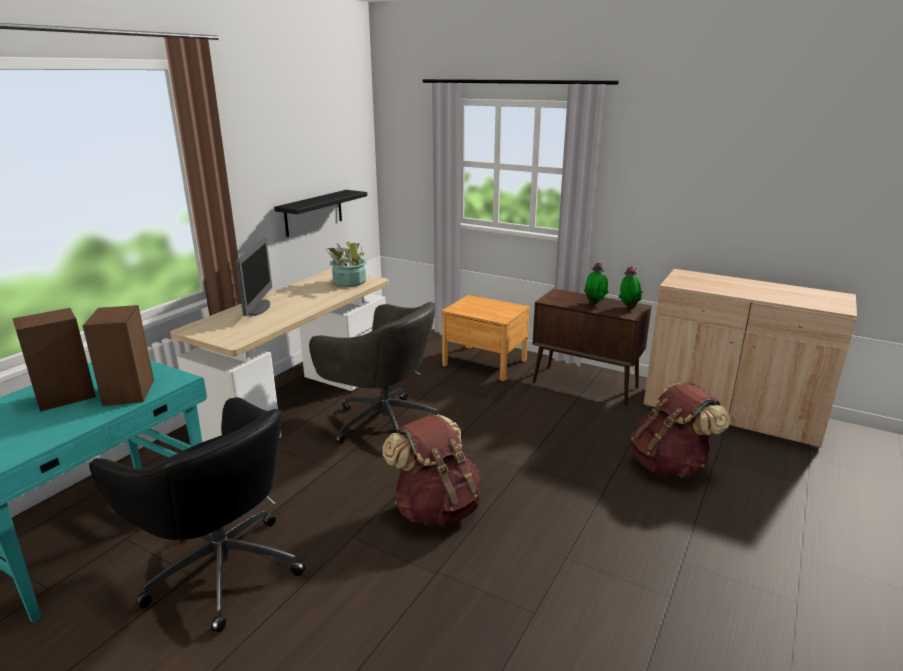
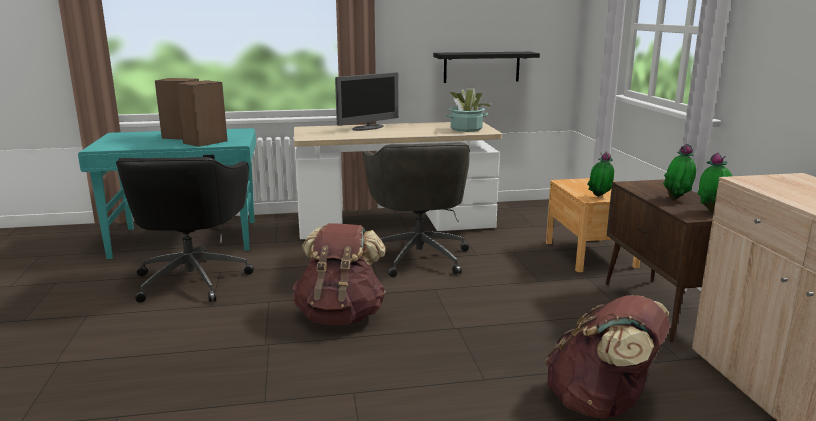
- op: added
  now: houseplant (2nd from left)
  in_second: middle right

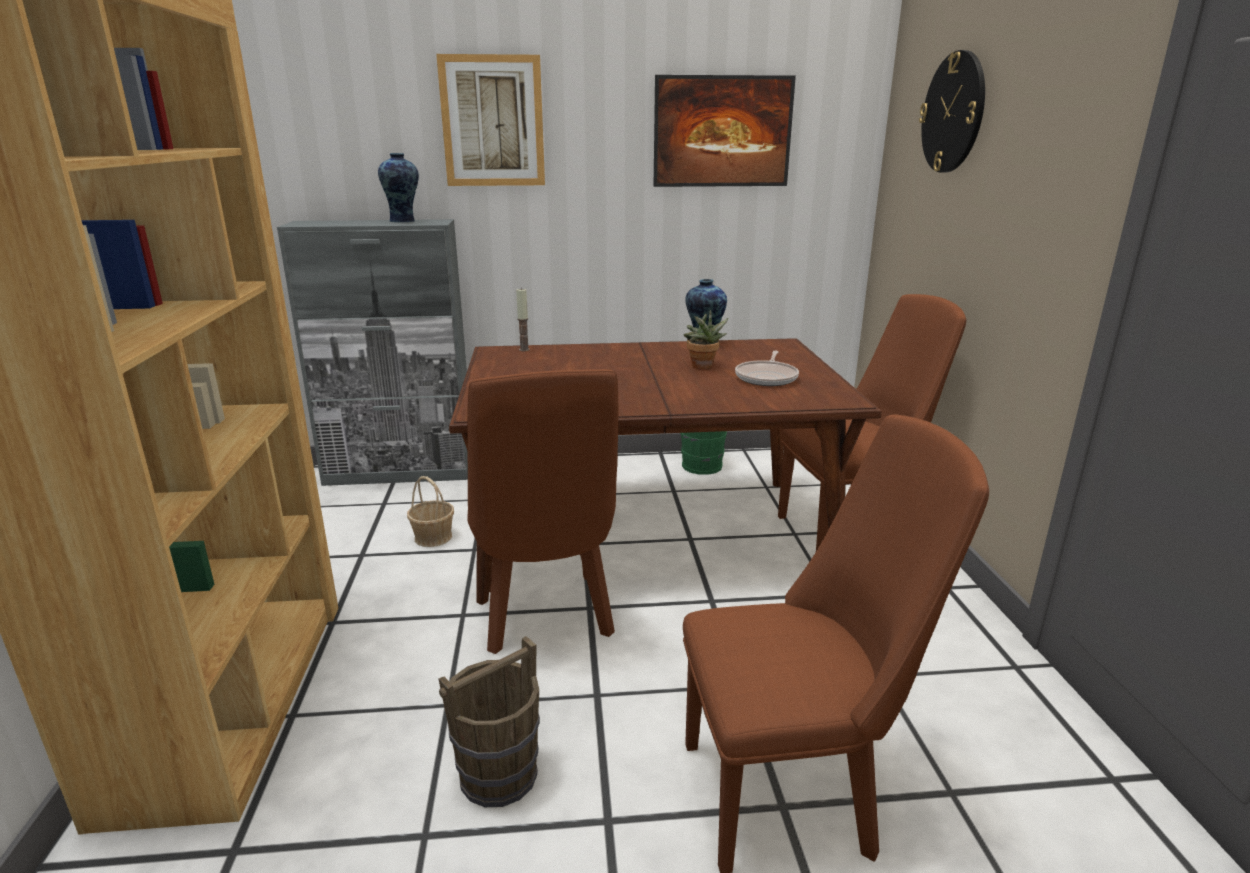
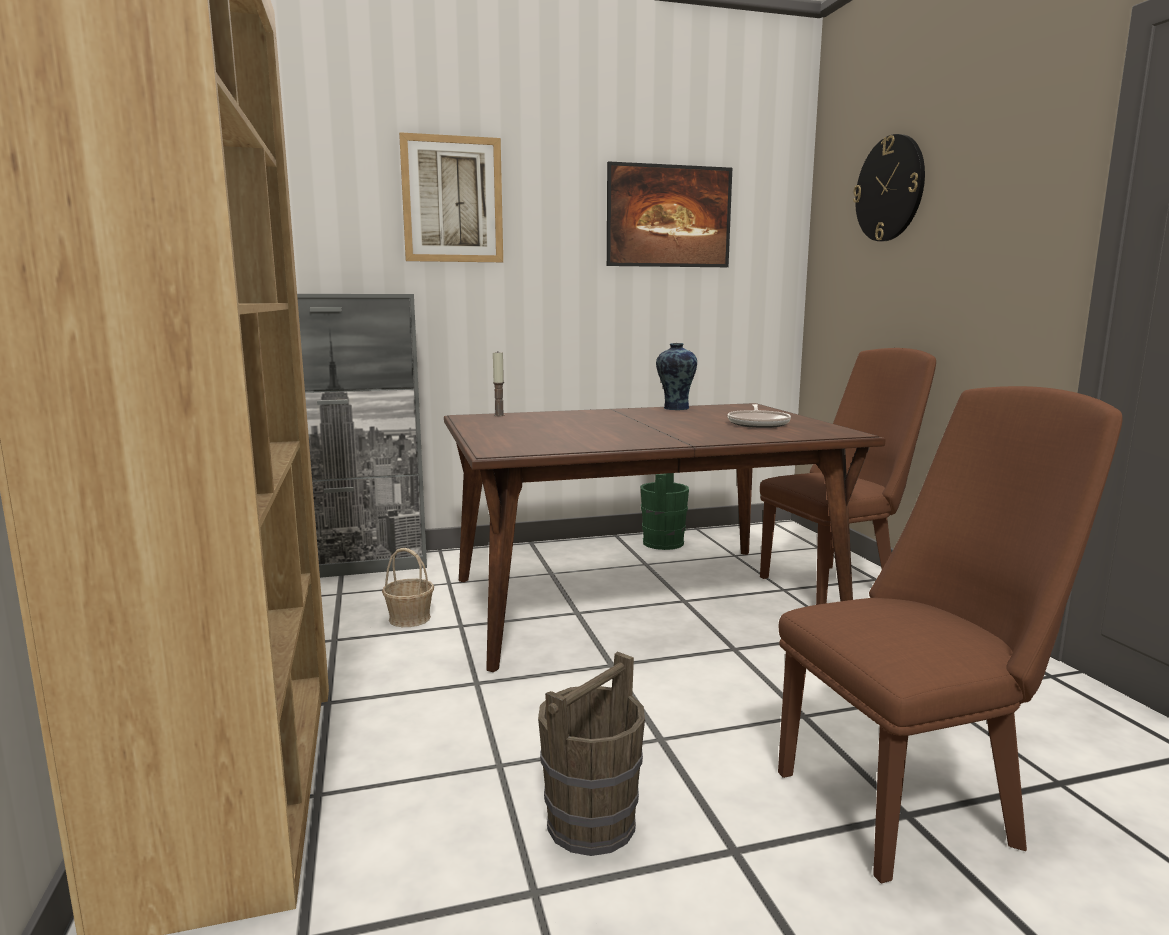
- op: removed
  was: decorative vase (1st from left)
  in_first: top left
- op: removed
  was: brown-coloured chair (1st from left)
  in_first: centre
- op: removed
  was: houseplant
  in_first: centre

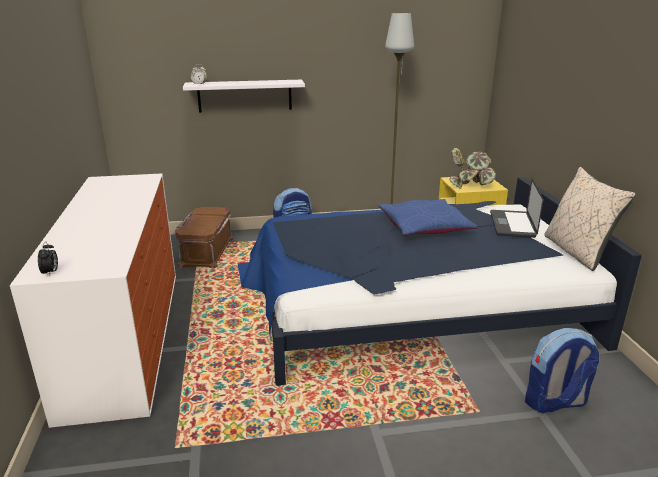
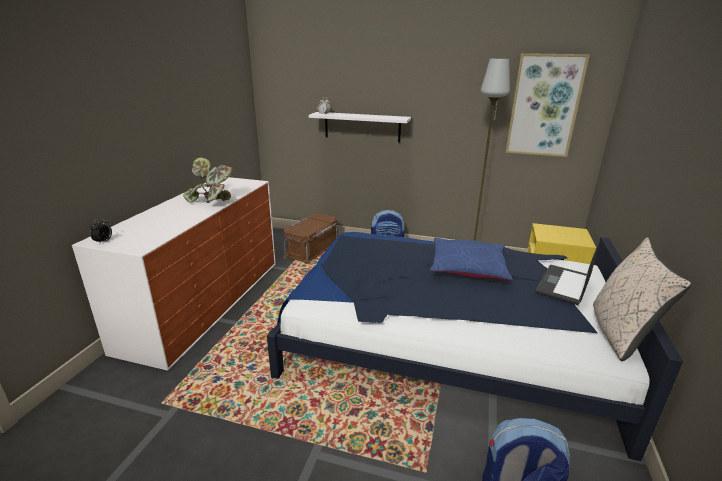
- op: added
  now: wall picture
  in_second: top right
- op: moved
  was: houseplant
  in_first: middle right
  in_second: middle left

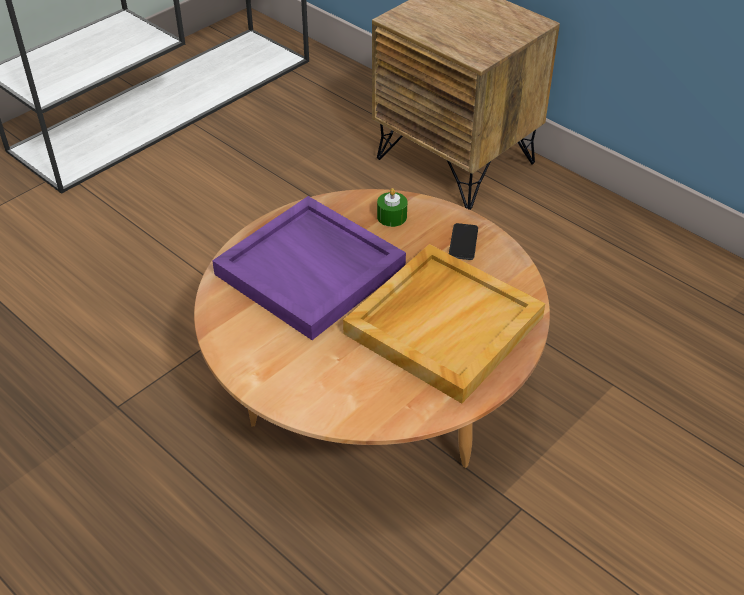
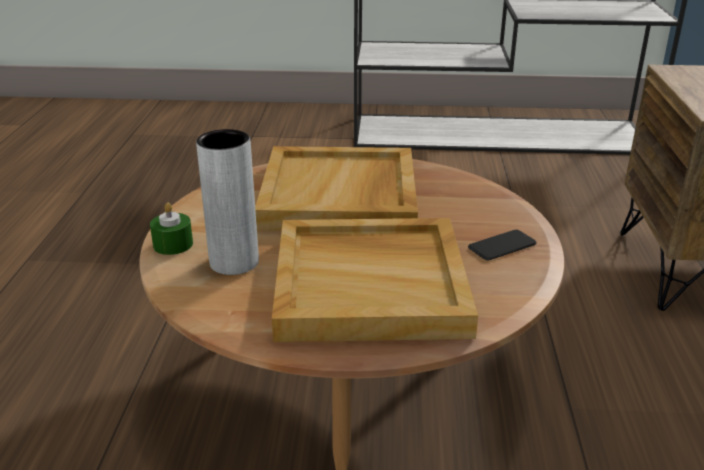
- op: added
  now: gray decorative vase
  in_second: middle left
- op: moved
  was: greenish wax light
  in_first: centre
  in_second: middle left
- op: recoloured
  was: purple carrying tray
  now: beige carrying tray (1st from left)
  in_first: centre
  in_second: centre

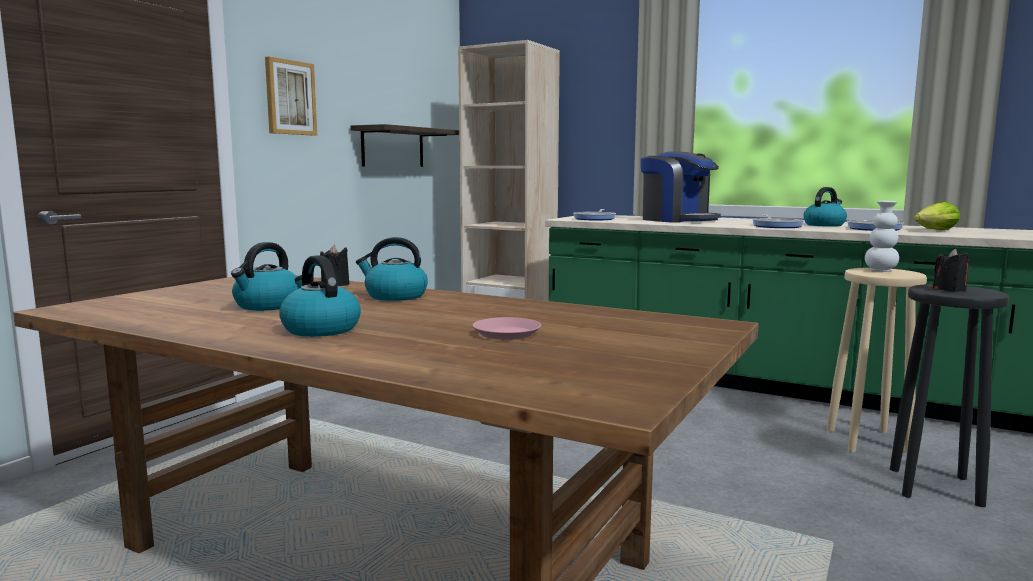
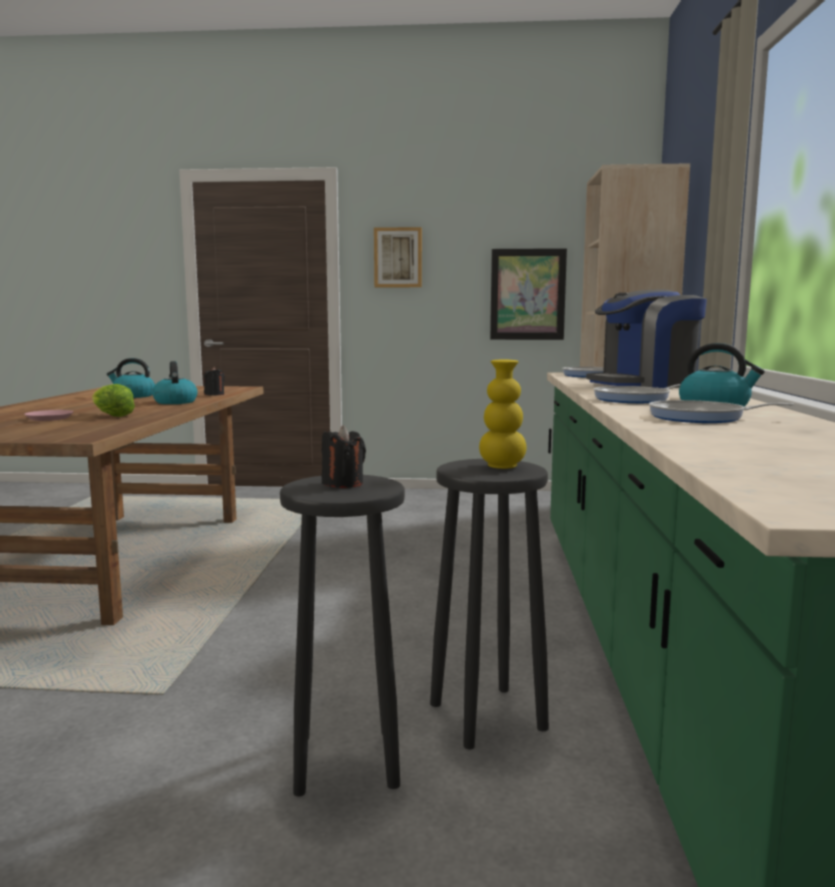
- op: removed
  was: kettle (2nd from left)
  in_first: middle left
- op: moved
  was: lettuce
  in_first: middle right
  in_second: middle left
- op: replaced
  was: wall shelf
  now: wall picture (2nd from left)
  in_first: top centre
  in_second: top centre
- op: recoloured
  was: beige sitting stool
  now: black sitting stool (2nd from left)
  in_first: middle right
  in_second: bottom centre
- op: recoloured
  was: white decorative vase
  now: yellowish decorative vase
  in_first: middle right
  in_second: centre
- op: turned
  was: coffee brewer
  in_first: top centre
  in_second: middle right
  clockwise: 45

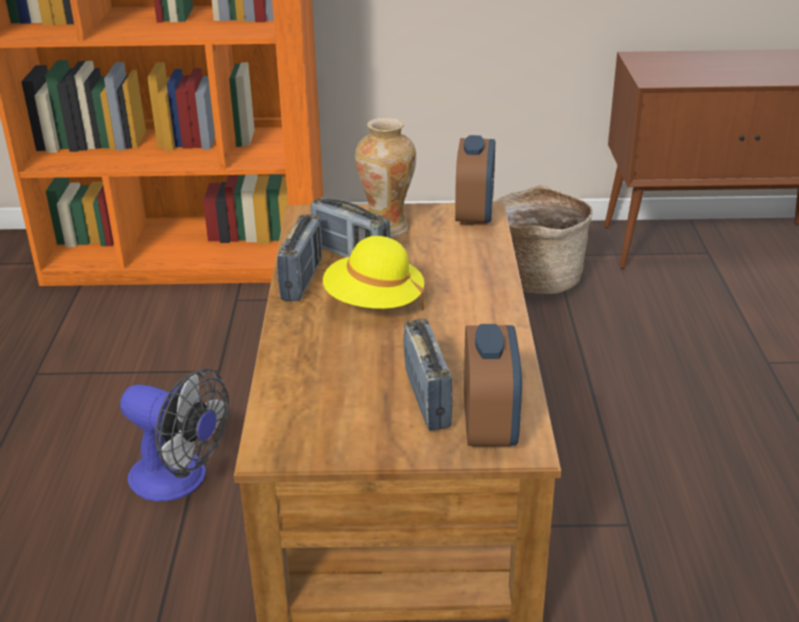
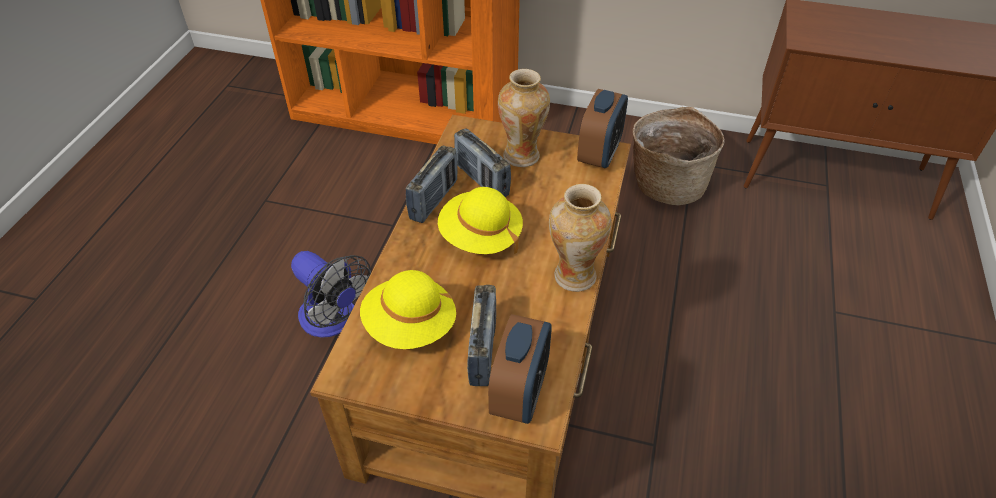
- op: added
  now: yellowish hat (1st from left)
  in_second: centre
- op: added
  now: decorative vase (2nd from left)
  in_second: centre

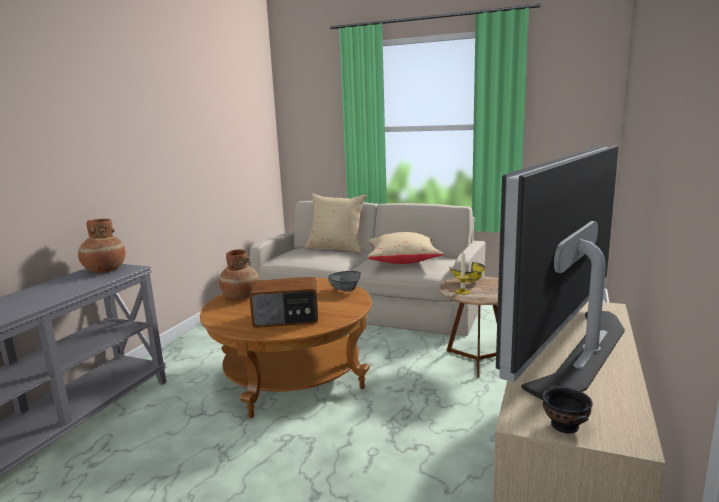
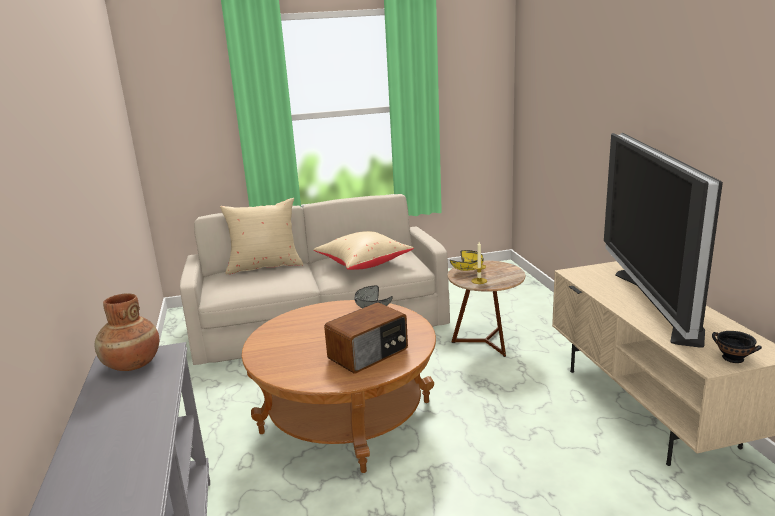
- op: removed
  was: brown-coloured decorative vase (2nd from left)
  in_first: middle left

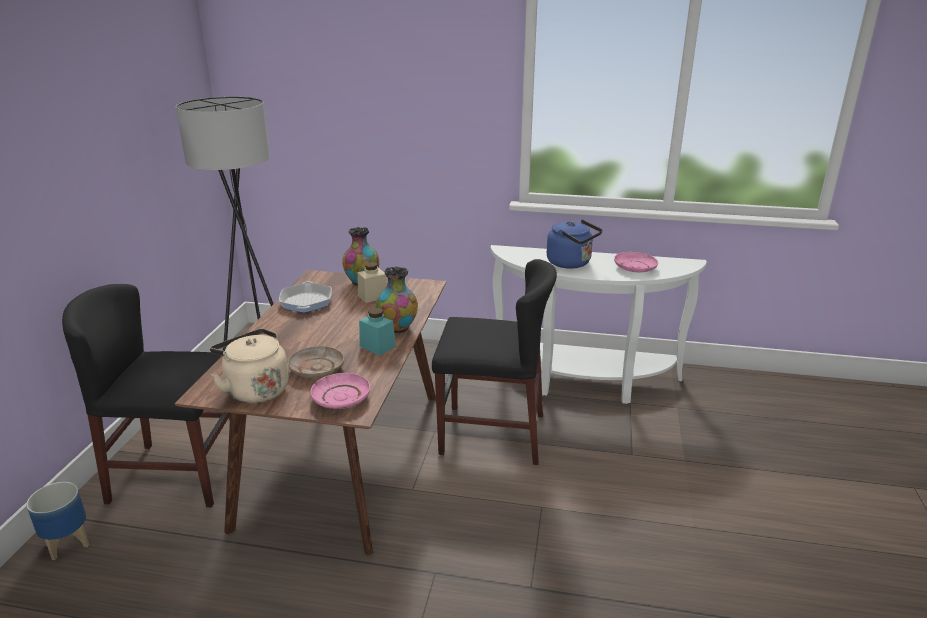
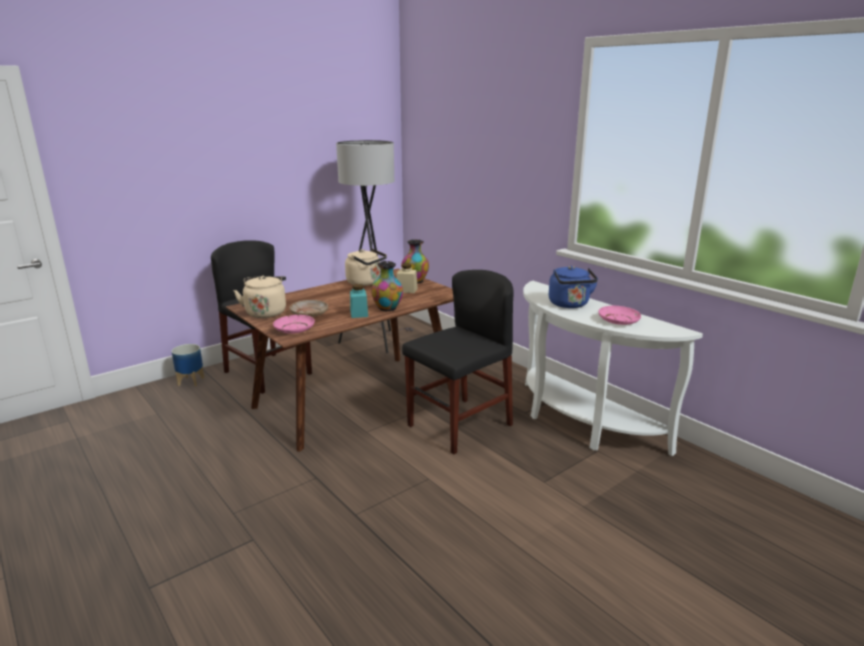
- op: replaced
  was: pan
  now: beige kettle (2nd from left)
  in_first: middle left
  in_second: centre
- op: turned
  was: black chair (2nd from left)
  in_first: centre
  in_second: centre
  clockwise: -90

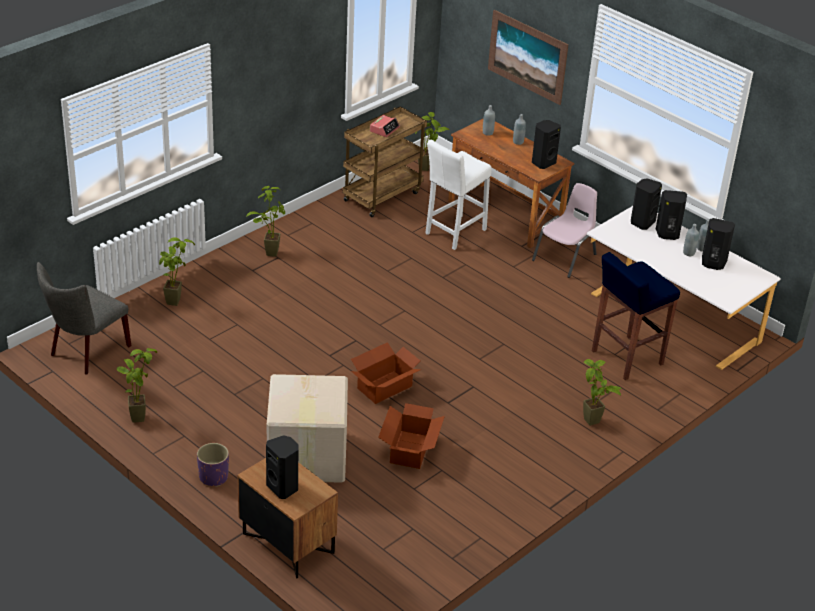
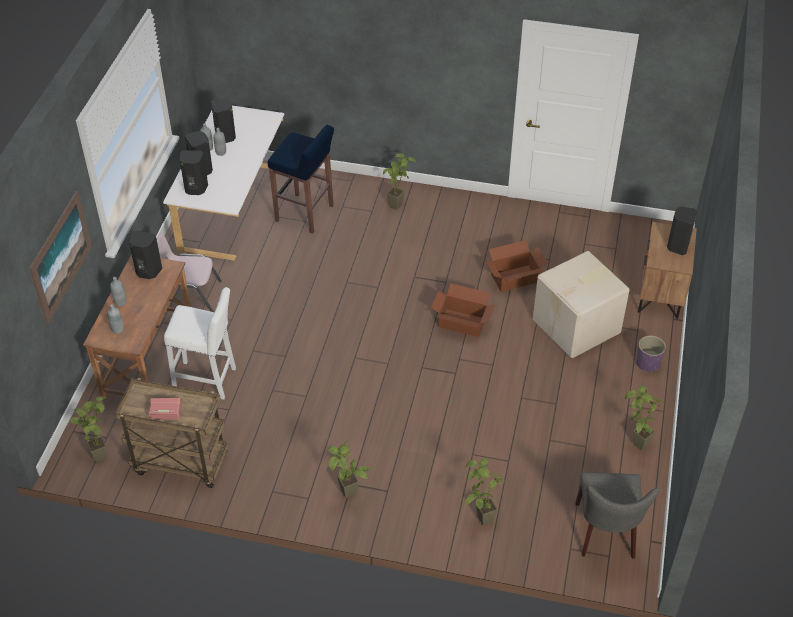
- op: turned
  was: gray chair
  in_first: middle left
  in_second: bottom right
  clockwise: 90

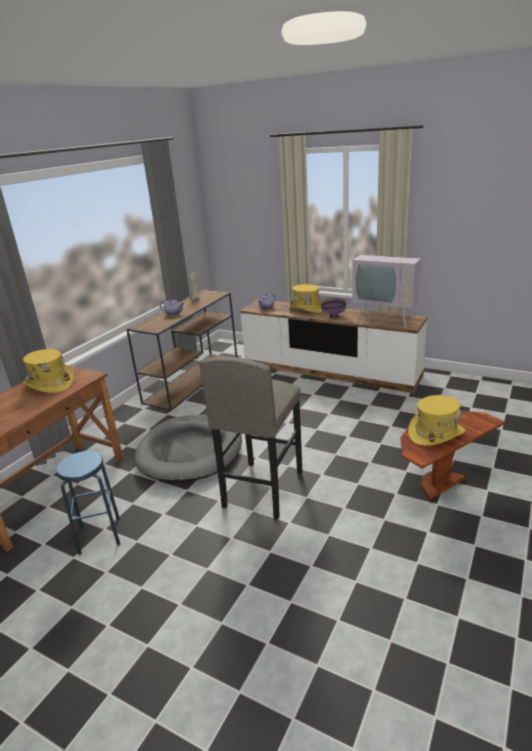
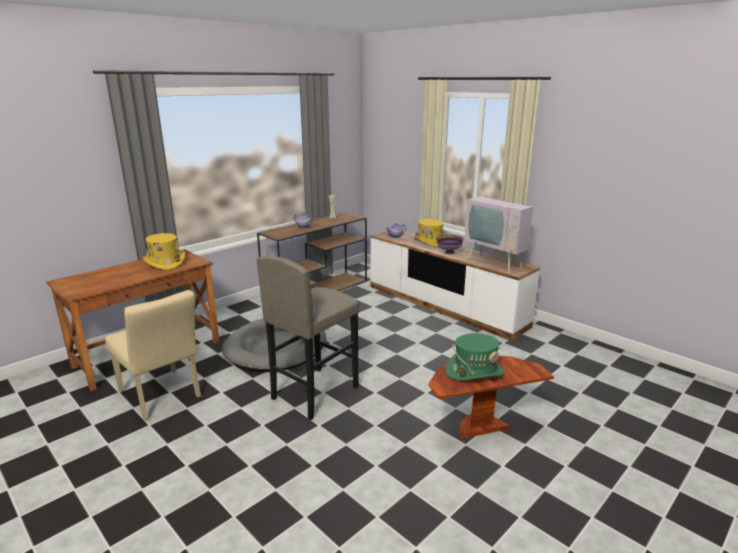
- op: replaced
  was: blue sitting stool
  now: beige chair
  in_first: bottom left
  in_second: middle left
- op: recoloured
  was: yellowish hat (3rd from left)
  now: greenish hat
  in_first: middle right
  in_second: centre

